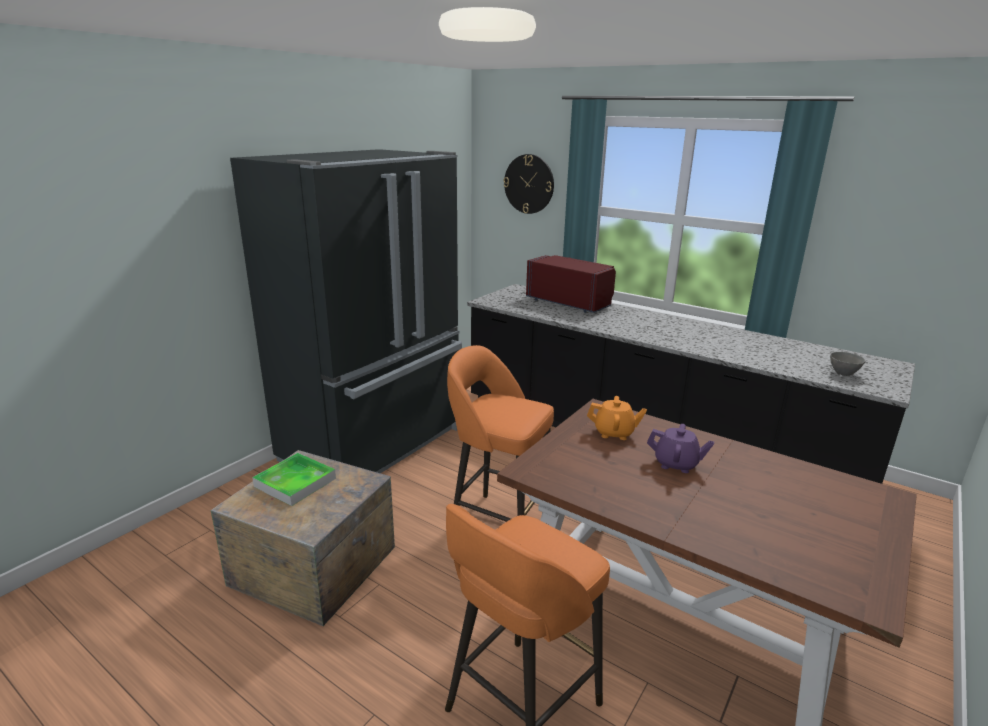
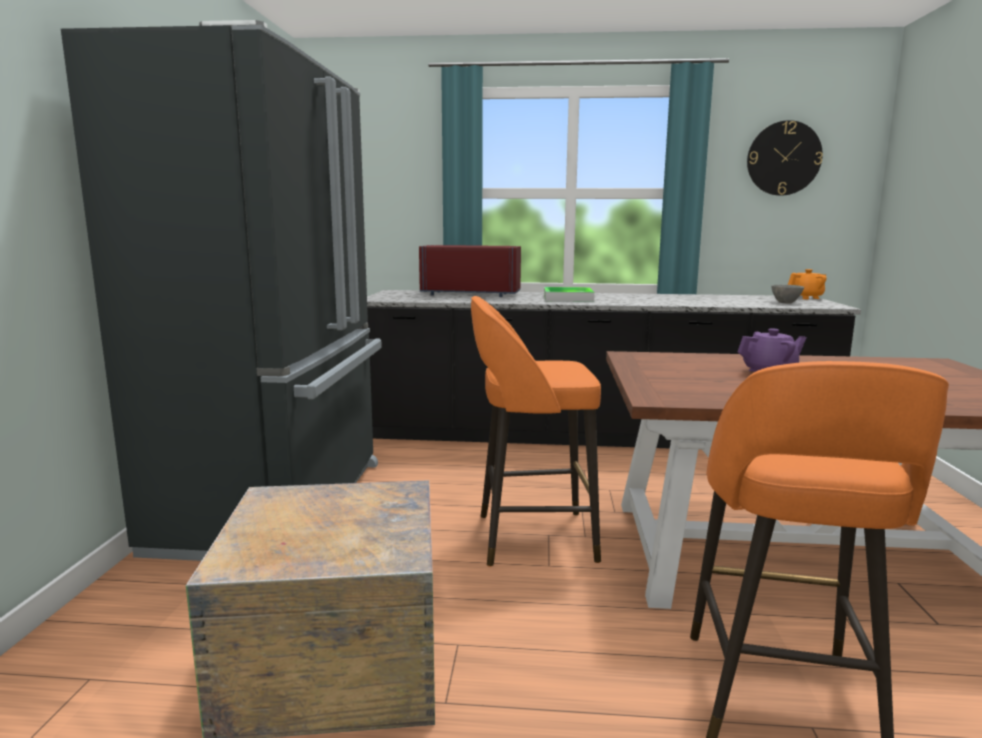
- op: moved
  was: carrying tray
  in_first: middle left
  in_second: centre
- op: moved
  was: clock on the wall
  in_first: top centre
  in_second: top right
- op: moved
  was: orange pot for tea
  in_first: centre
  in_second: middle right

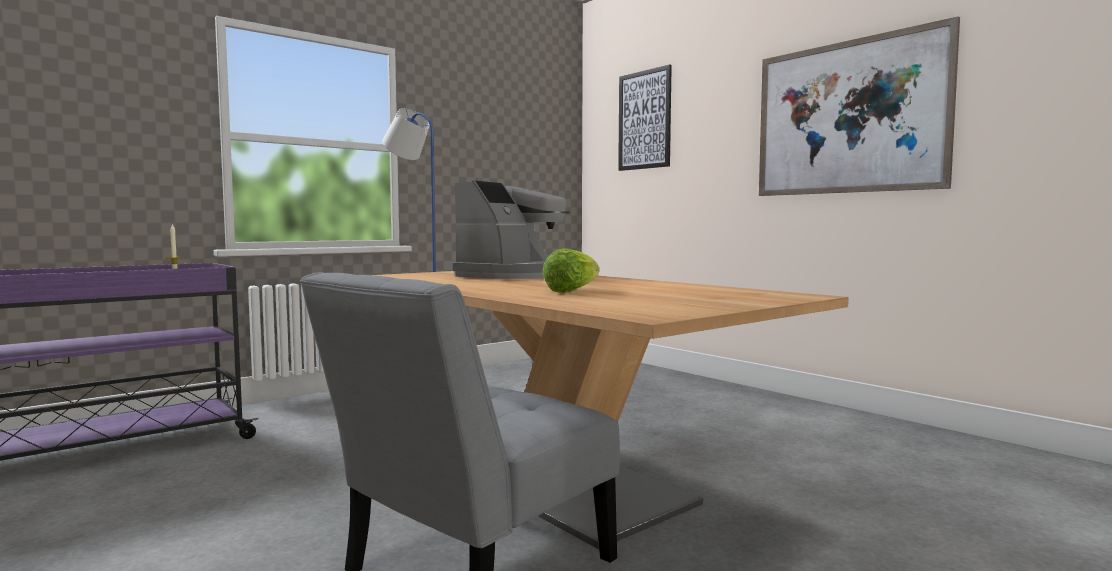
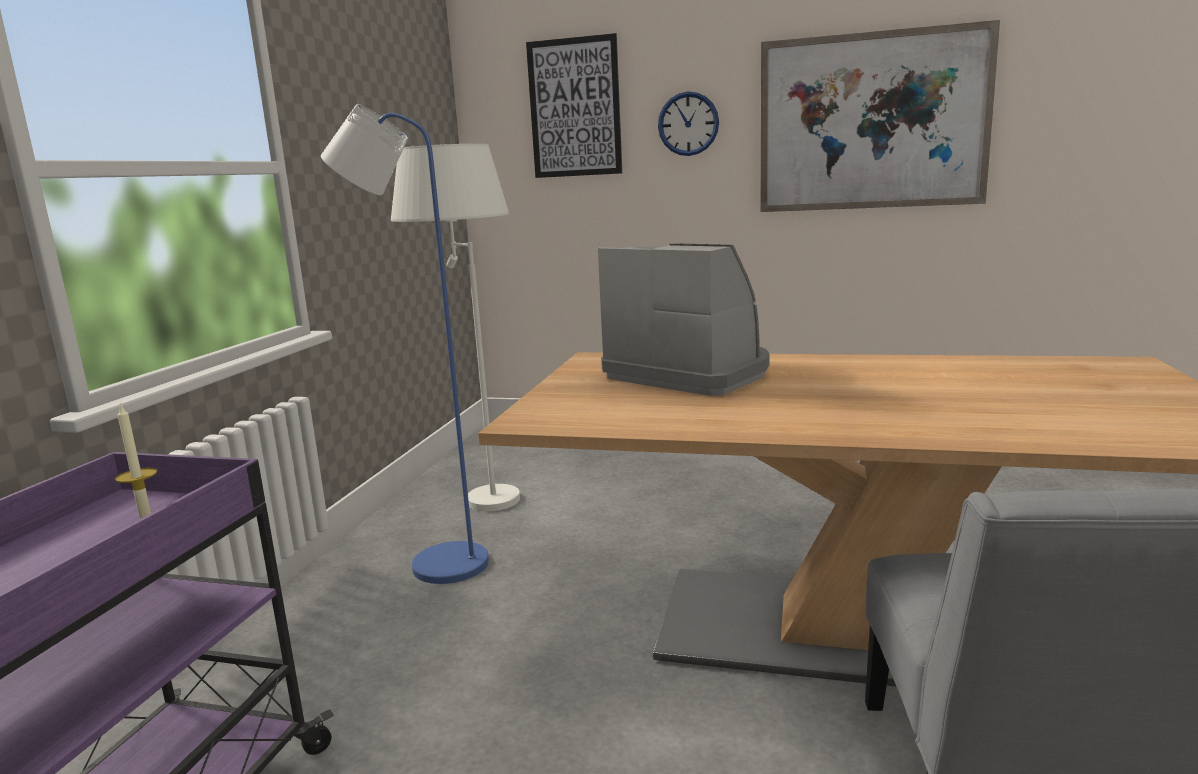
- op: removed
  was: lettuce
  in_first: centre
- op: added
  now: white floor lamp
  in_second: centre
- op: added
  now: clock on the wall
  in_second: top centre
- op: turned
  was: coffee brewer
  in_first: centre
  in_second: centre
  clockwise: -45

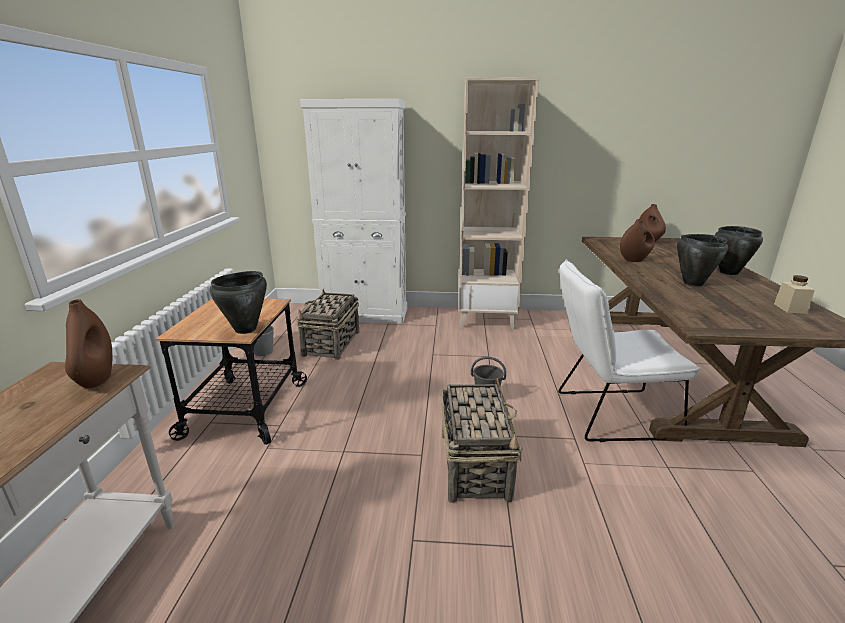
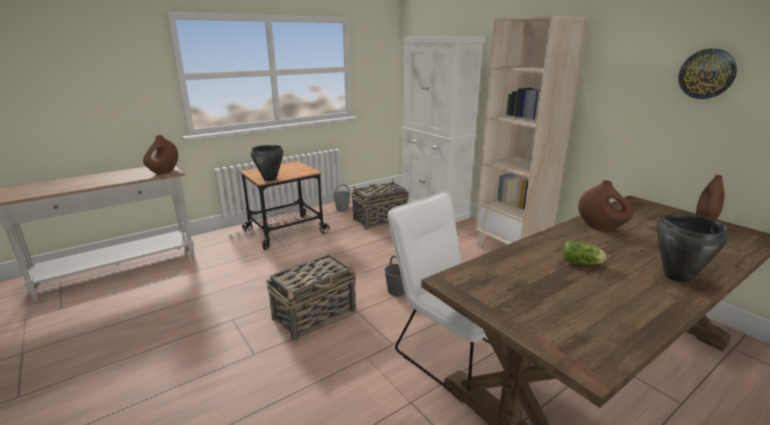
- op: removed
  was: beige jar
  in_first: middle right
- op: added
  now: clock on the wall
  in_second: top right
- op: replaced
  was: black stockpot (2nd from left)
  now: lettuce
  in_first: middle right
  in_second: middle right

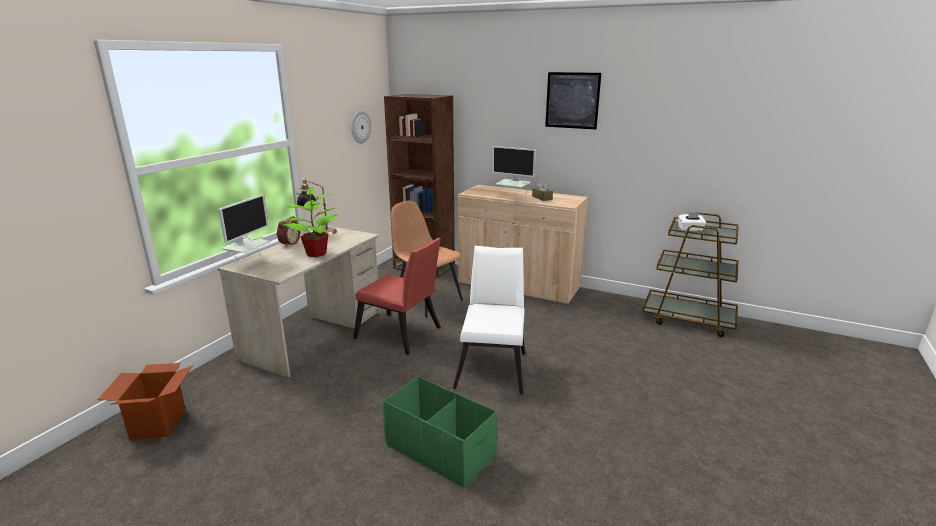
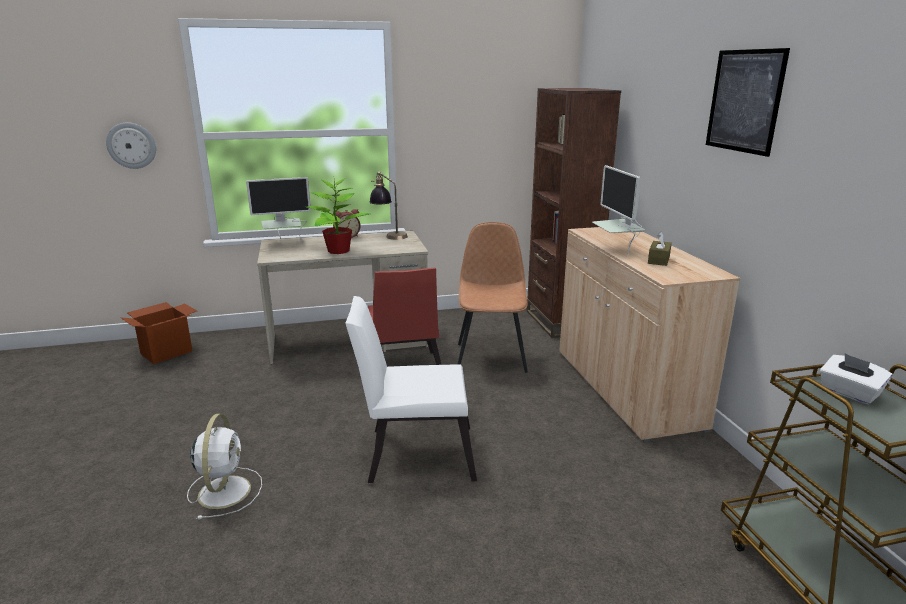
- op: moved
  was: clock on the wall
  in_first: top centre
  in_second: top left
- op: replaced
  was: greenish storage container
  now: white fan
  in_first: bottom centre
  in_second: bottom left
- op: turned
  was: white chair
  in_first: centre
  in_second: centre
  clockwise: -150

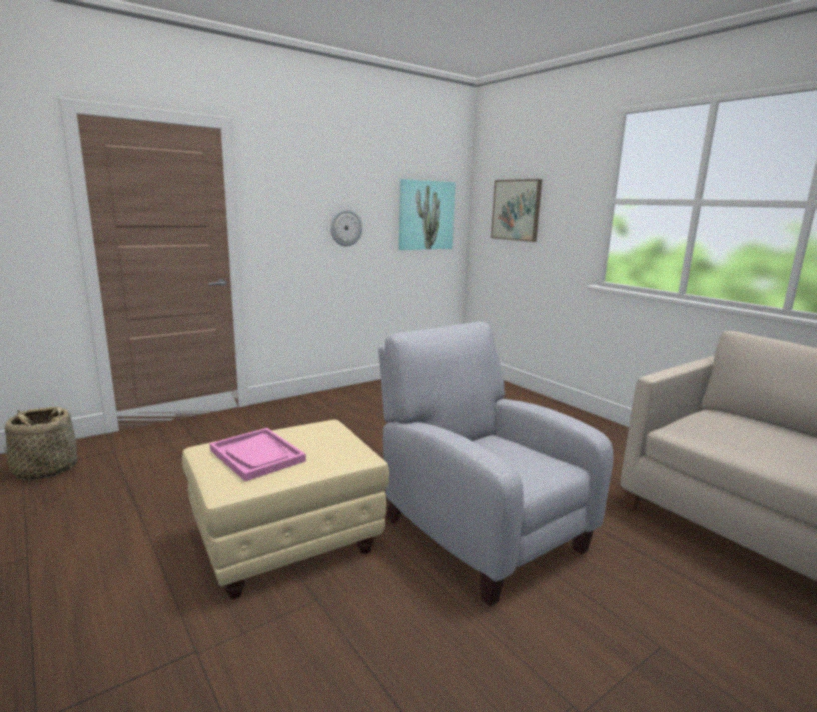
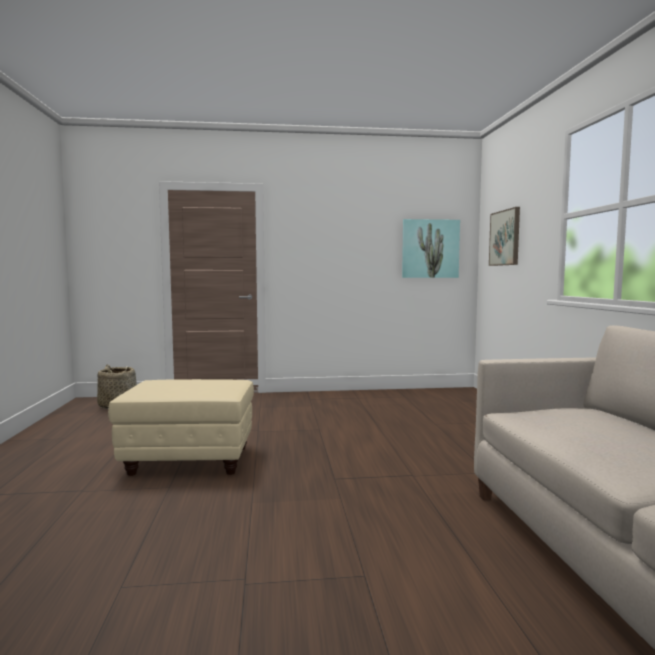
- op: removed
  was: pink-coloured carrying tray
  in_first: middle left
- op: removed
  was: clock on the wall
  in_first: top centre
- op: removed
  was: gray easy chair
  in_first: centre

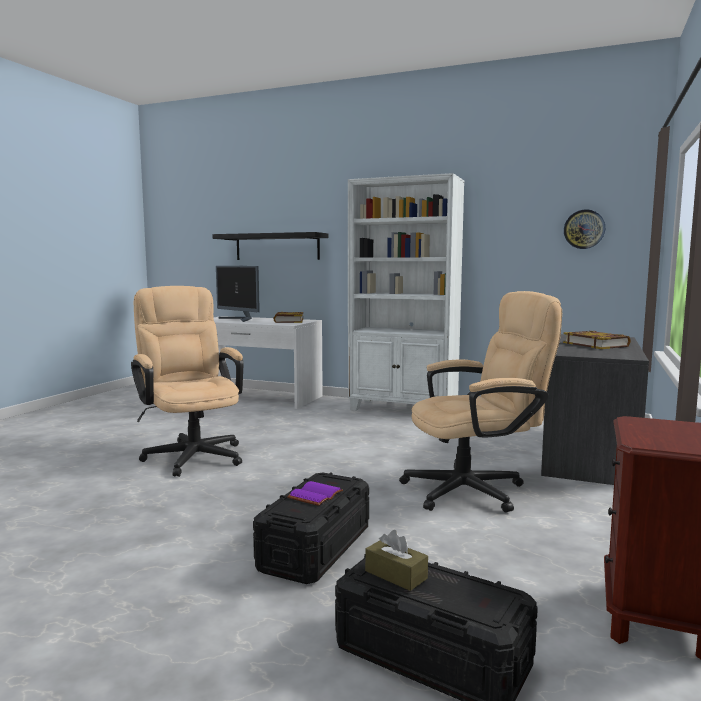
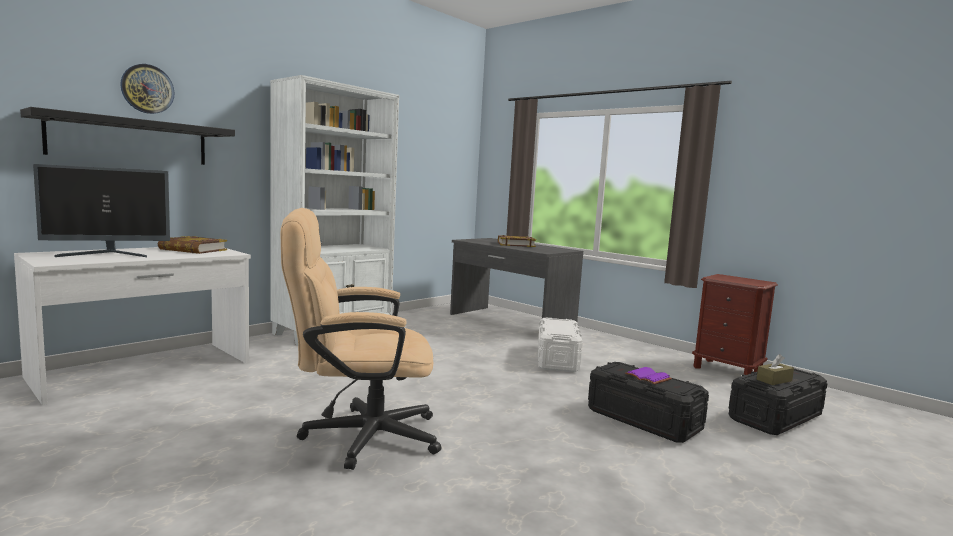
- op: moved
  was: clock on the wall
  in_first: top right
  in_second: top left
- op: replaced
  was: beige computer chair (2nd from left)
  now: white storage container
  in_first: middle right
  in_second: centre

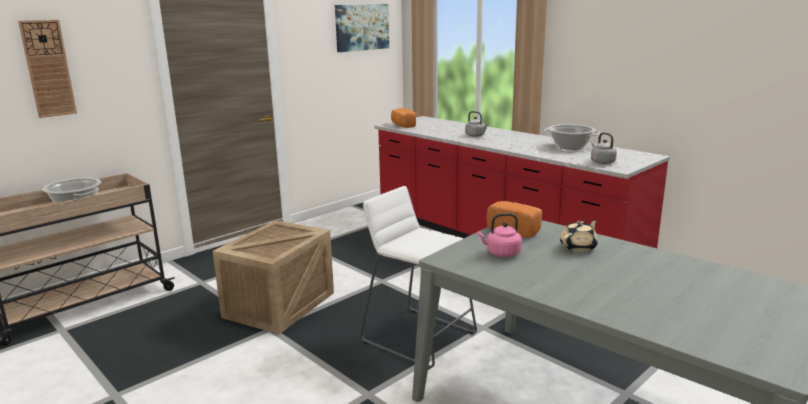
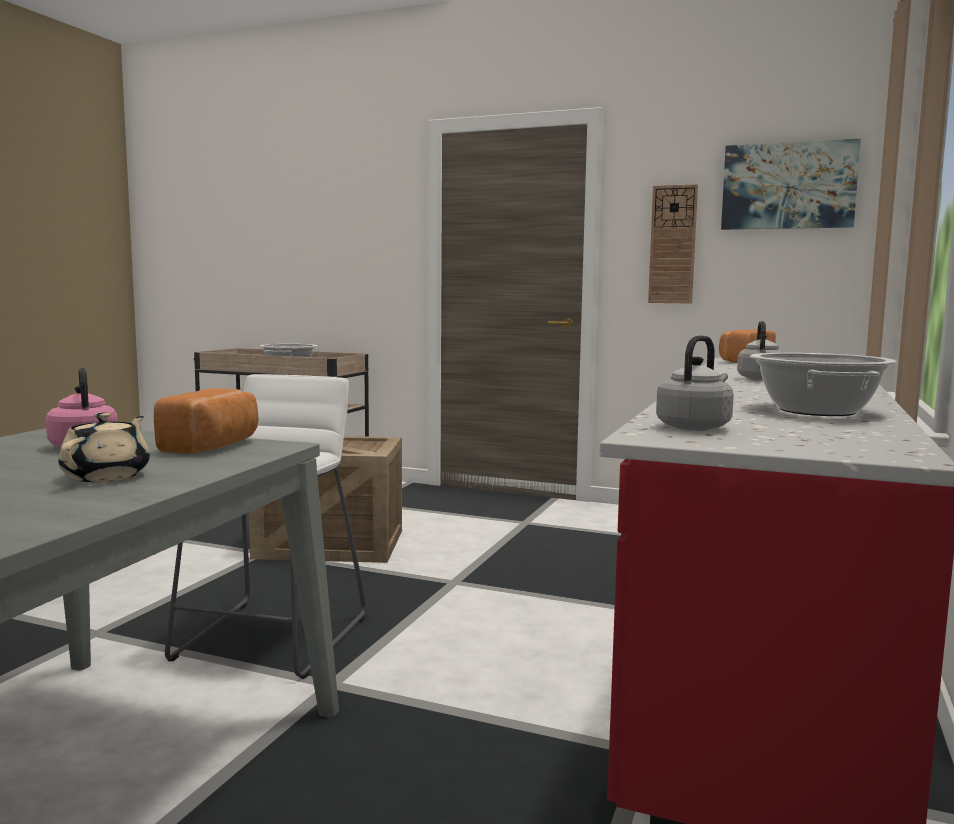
- op: moved
  was: clock on the wall
  in_first: top left
  in_second: top right
- op: turned
  was: beige pot for tea
  in_first: middle right
  in_second: middle left
  clockwise: -105

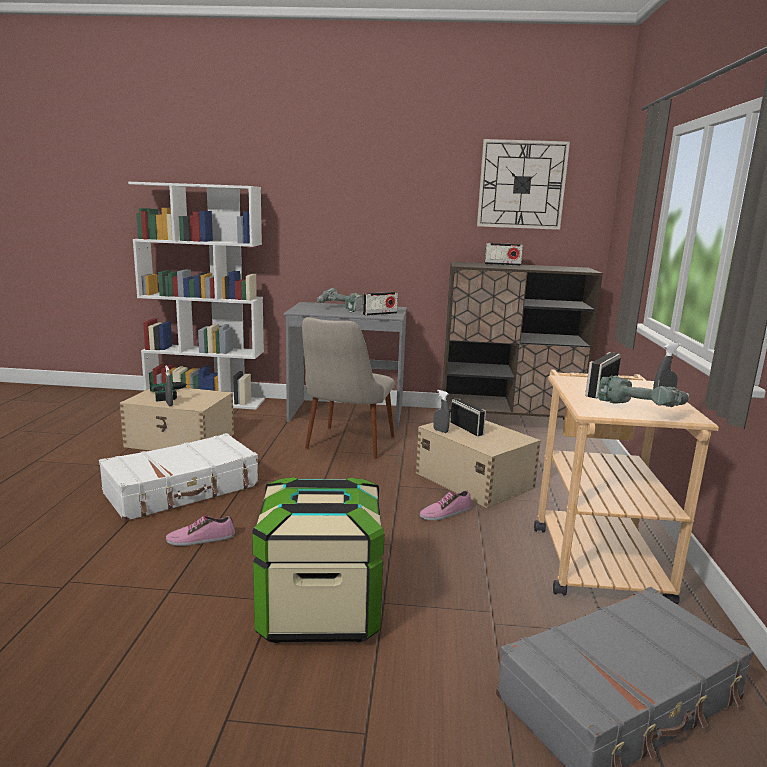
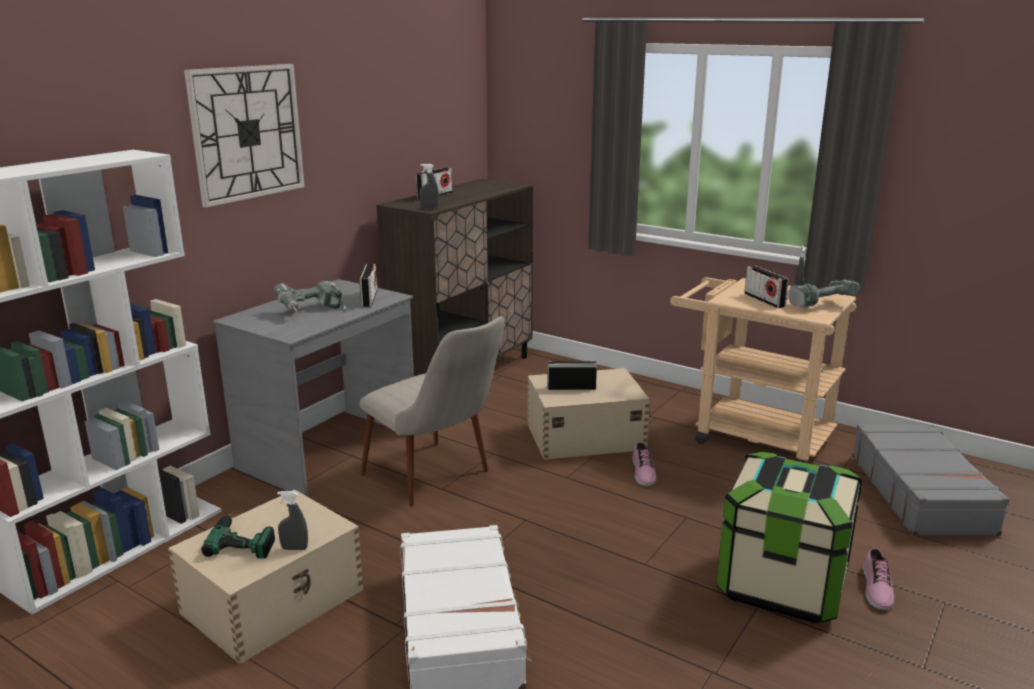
- op: moved
  was: shoe (1st from left in the first image)
  now: shoe (2nd from left)
  in_first: bottom left
  in_second: bottom right
- op: moved
  was: gray spray bottle (2nd from left)
  in_first: centre
  in_second: top centre
- op: moved
  was: clock on the wall
  in_first: top right
  in_second: top left

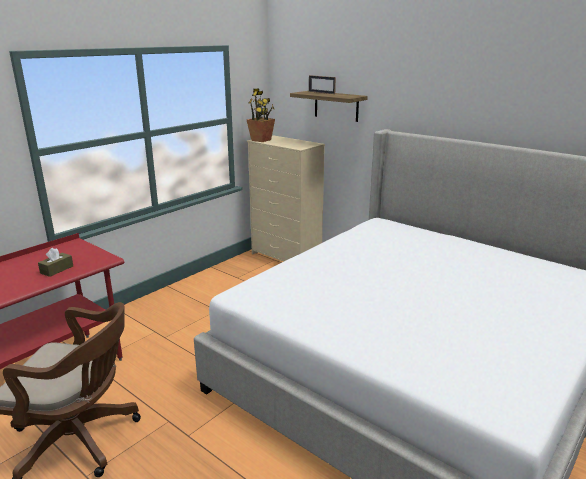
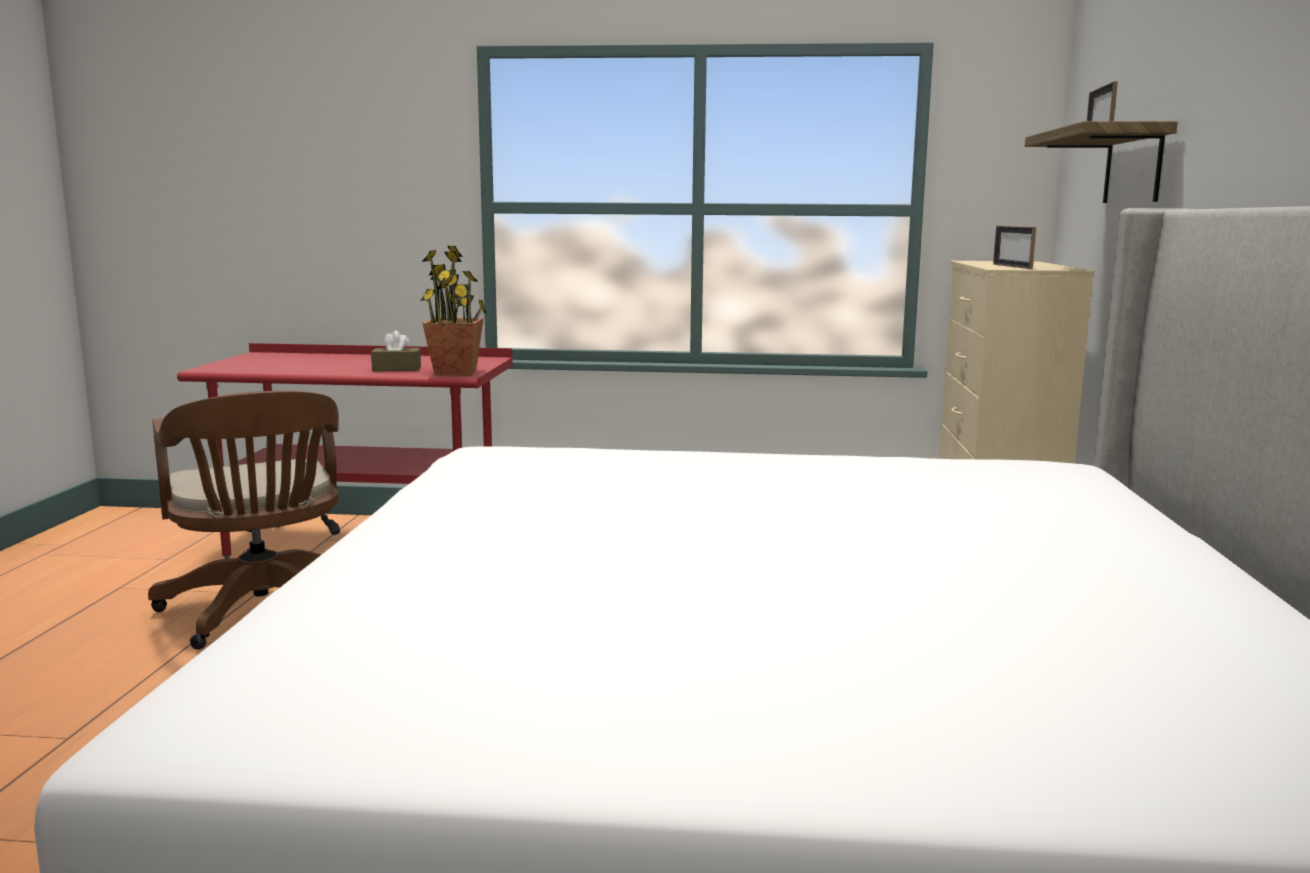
- op: added
  now: photo frame (1st from left)
  in_second: top right
- op: moved
  was: houseplant
  in_first: top centre
  in_second: centre

